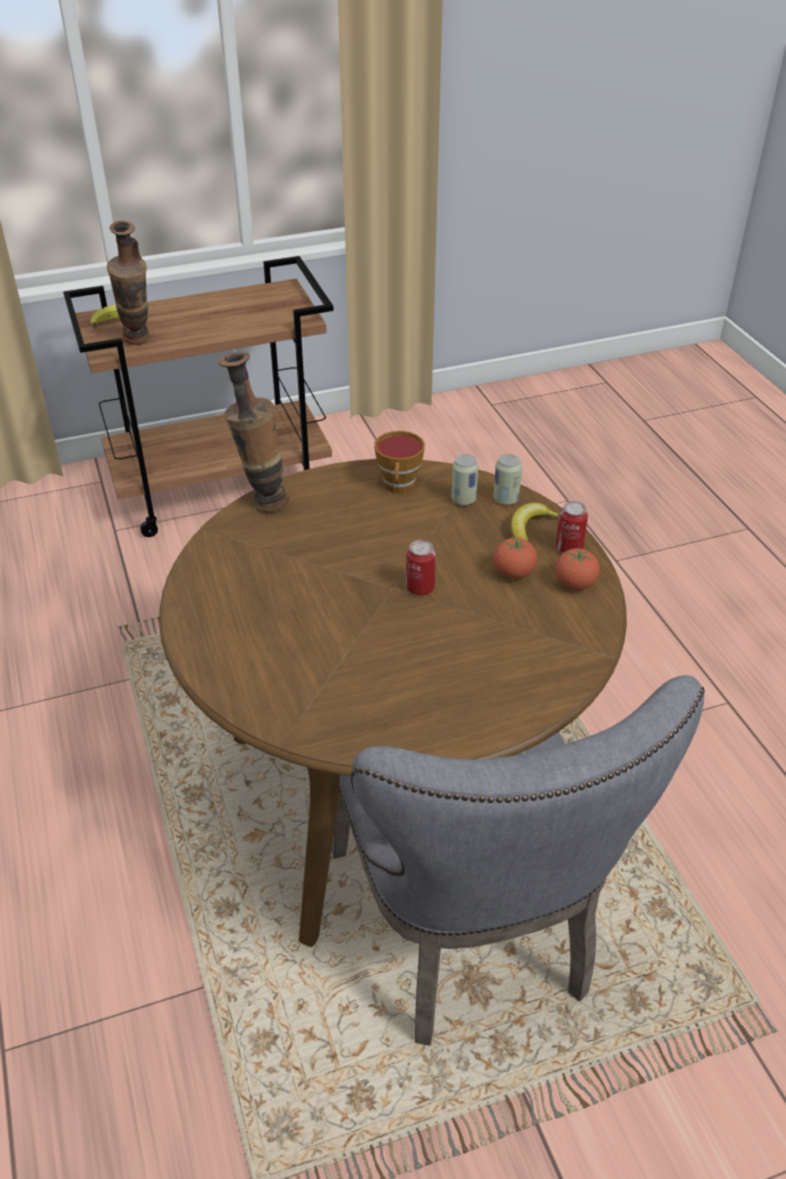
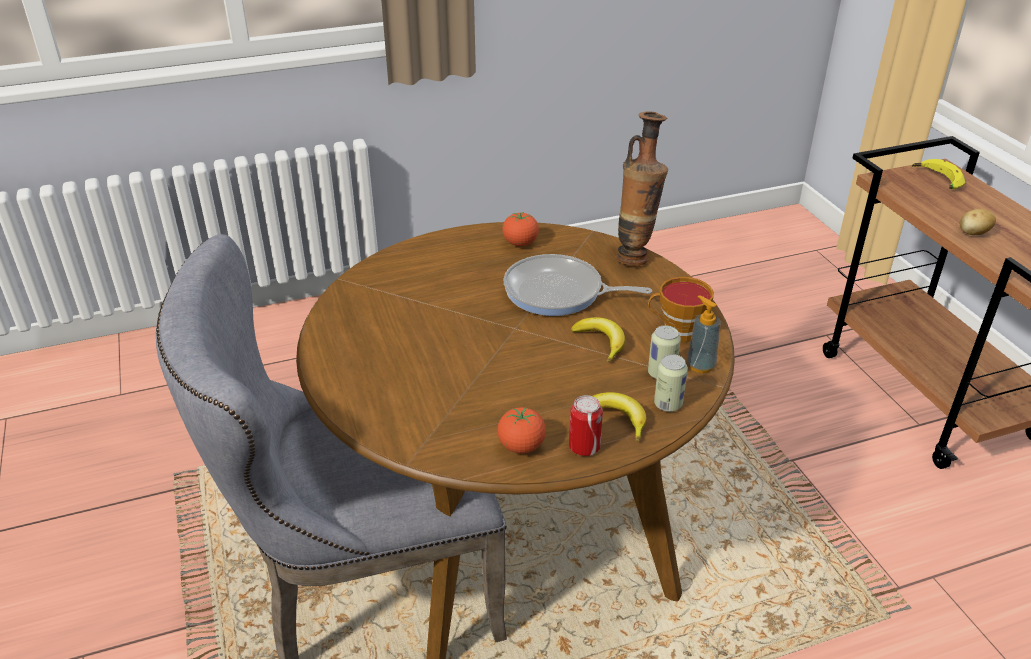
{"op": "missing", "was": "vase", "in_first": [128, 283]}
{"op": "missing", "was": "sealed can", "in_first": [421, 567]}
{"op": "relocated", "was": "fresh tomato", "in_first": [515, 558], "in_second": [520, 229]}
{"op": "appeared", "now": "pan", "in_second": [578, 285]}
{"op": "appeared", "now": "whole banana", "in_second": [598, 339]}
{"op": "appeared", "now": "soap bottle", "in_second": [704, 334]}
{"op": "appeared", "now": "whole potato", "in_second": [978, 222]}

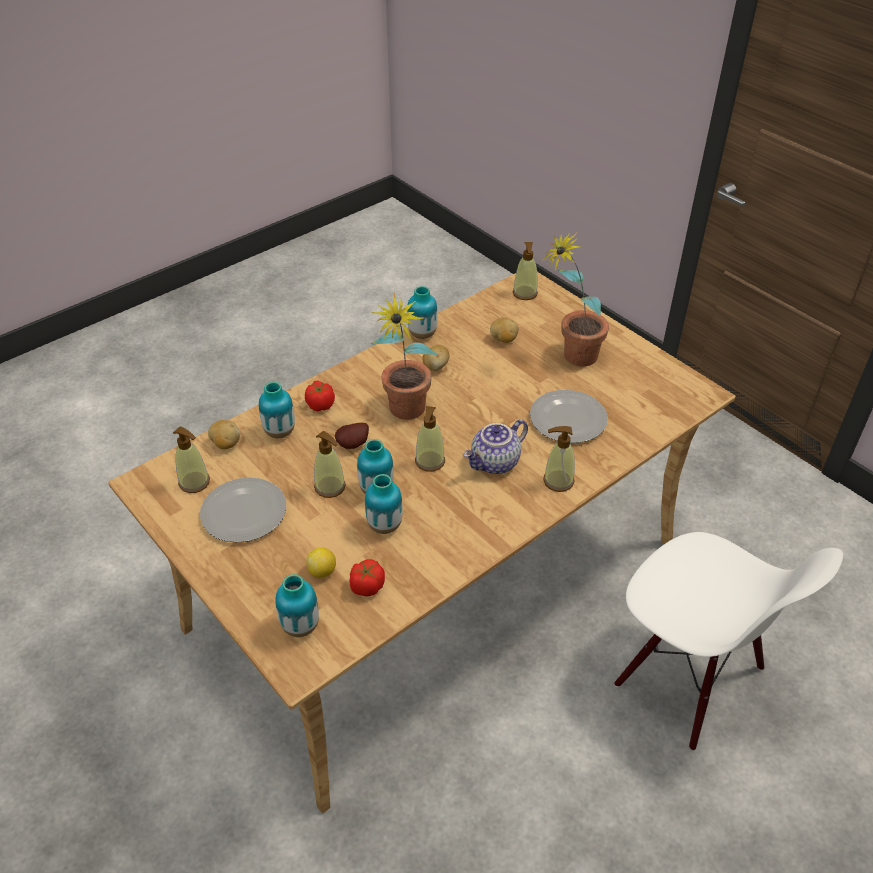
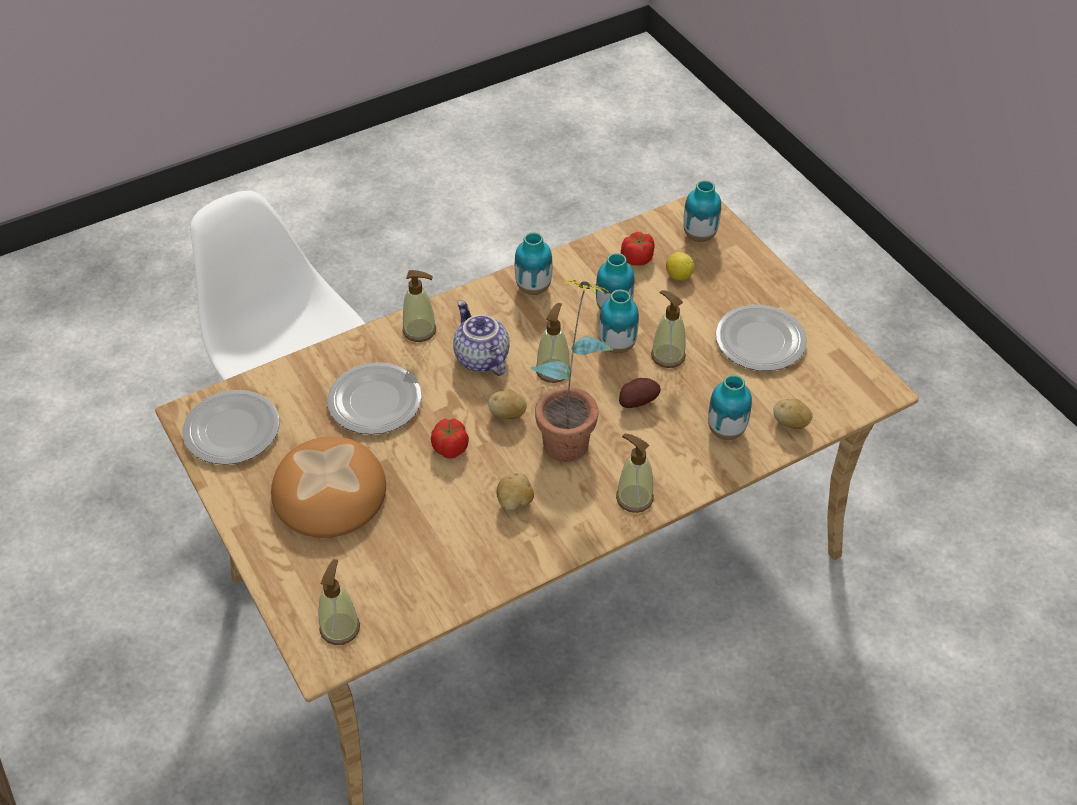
{"op": "relocated", "was": "soap bottle", "in_first": [191, 460], "in_second": [635, 473]}
{"op": "relocated", "was": "fresh tomato", "in_first": [320, 396], "in_second": [450, 439]}
{"op": "relocated", "was": "vase", "in_first": [422, 312], "in_second": [533, 263]}
{"op": "spun", "was": "tea pot", "in_first": [496, 446], "in_second": [481, 338], "clockwise": -90}
{"op": "relocated", "was": "whole potato", "in_first": [504, 330], "in_second": [507, 404]}
{"op": "exchanged", "was": "houseplant", "now": "baked bread", "in_first": [576, 299], "in_second": [328, 487]}
{"op": "appeared", "now": "flat dish", "in_second": [231, 427]}

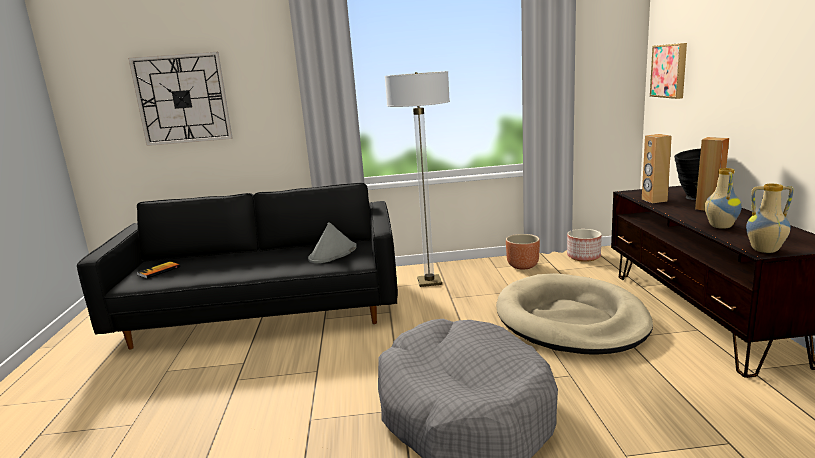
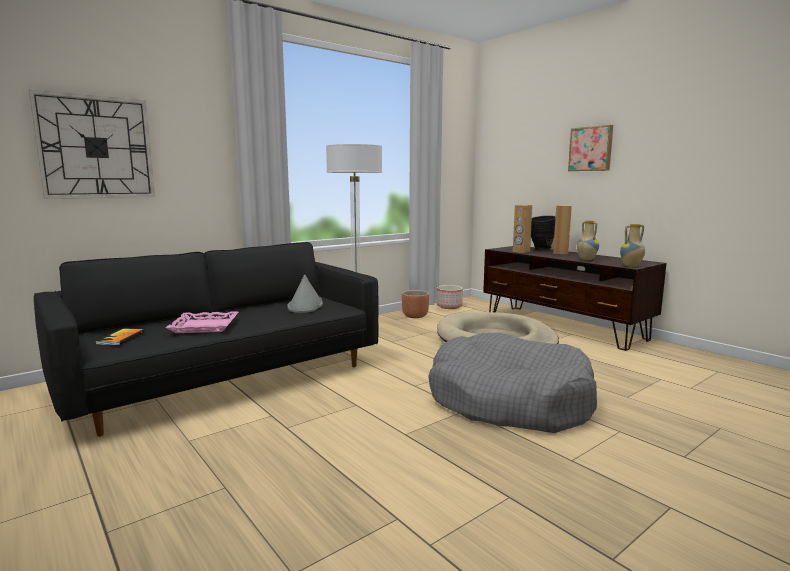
{"op": "relocated", "was": "picture", "in_first": [668, 71], "in_second": [590, 148]}
{"op": "appeared", "now": "pink serving tray", "in_second": [202, 322]}

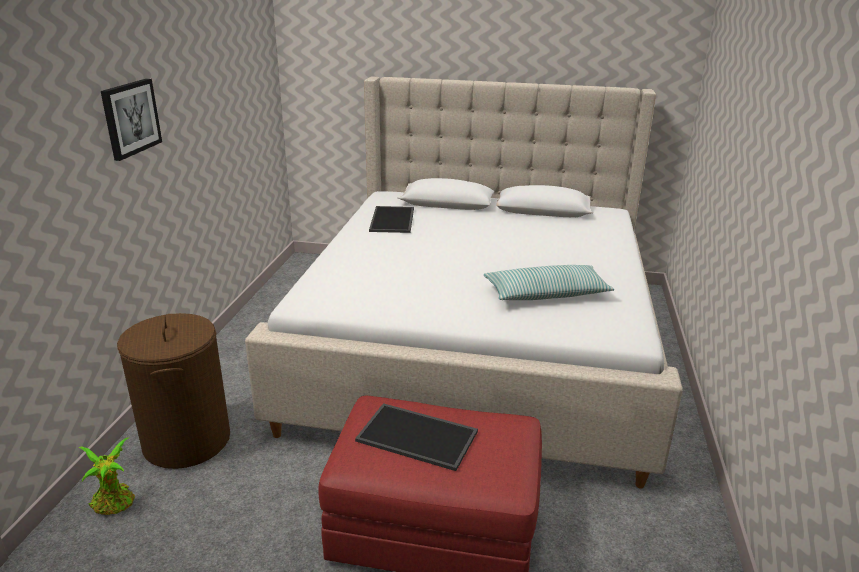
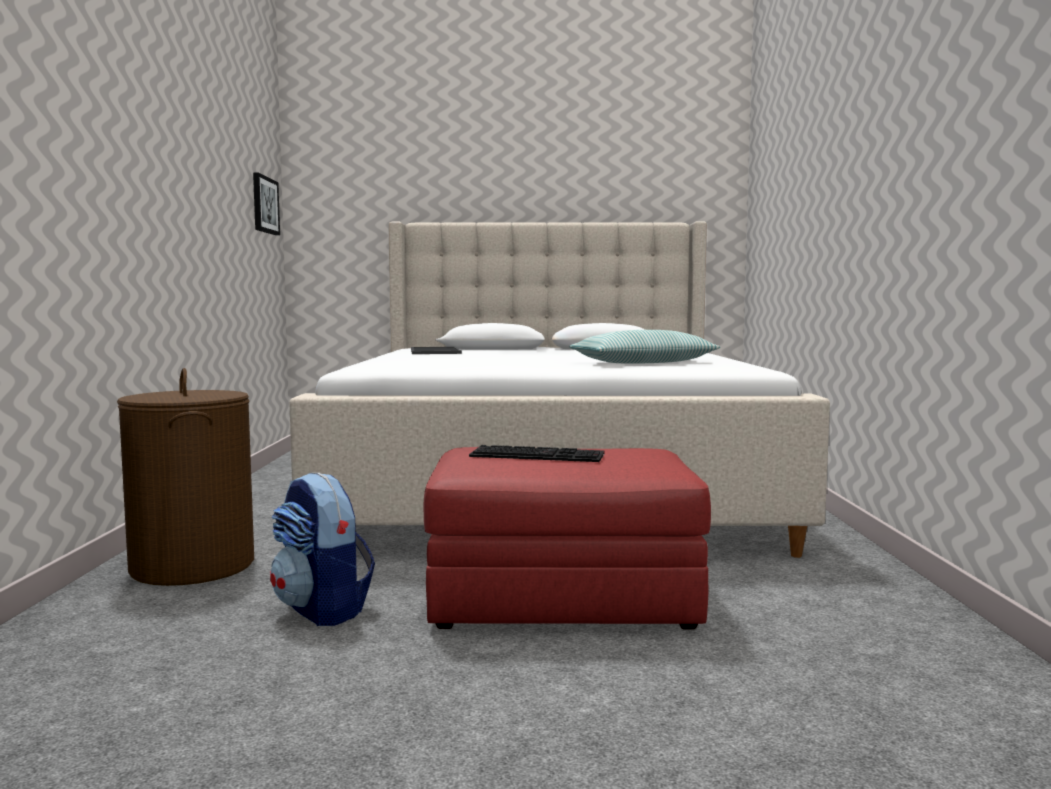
{"op": "missing", "was": "houseplant", "in_first": [107, 476]}
{"op": "relocated", "was": "picture", "in_first": [131, 119], "in_second": [266, 204]}
{"op": "exchanged", "was": "serving tray", "now": "PC keyboard", "in_first": [416, 437], "in_second": [537, 453]}
{"op": "appeared", "now": "knapsack", "in_second": [322, 549]}

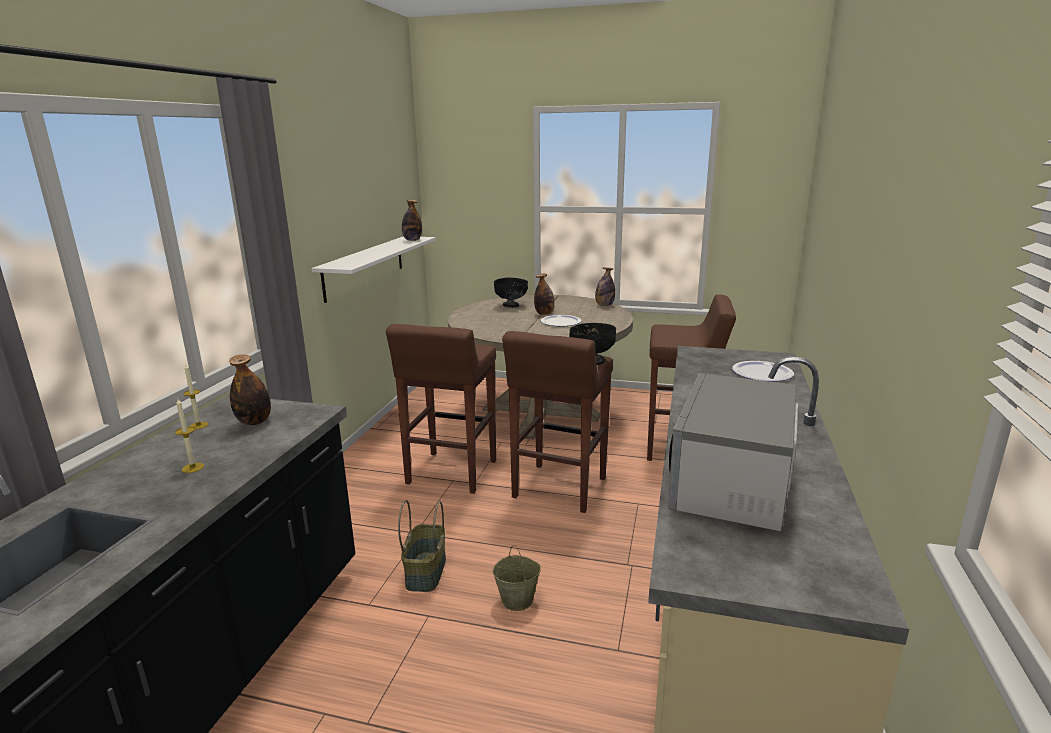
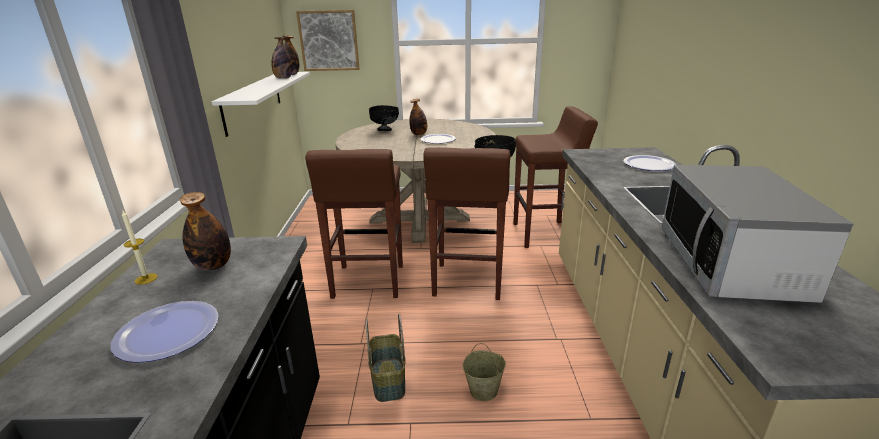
{"op": "exchanged", "was": "wax light", "now": "flat dish", "in_first": [189, 436], "in_second": [165, 332]}
{"op": "relocated", "was": "drink bottle", "in_first": [605, 286], "in_second": [282, 58]}
{"op": "appeared", "now": "picture", "in_second": [327, 40]}

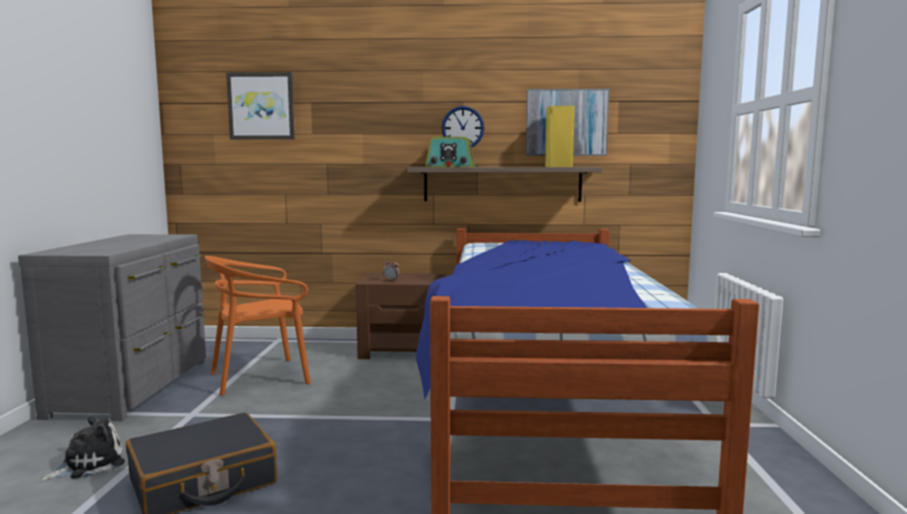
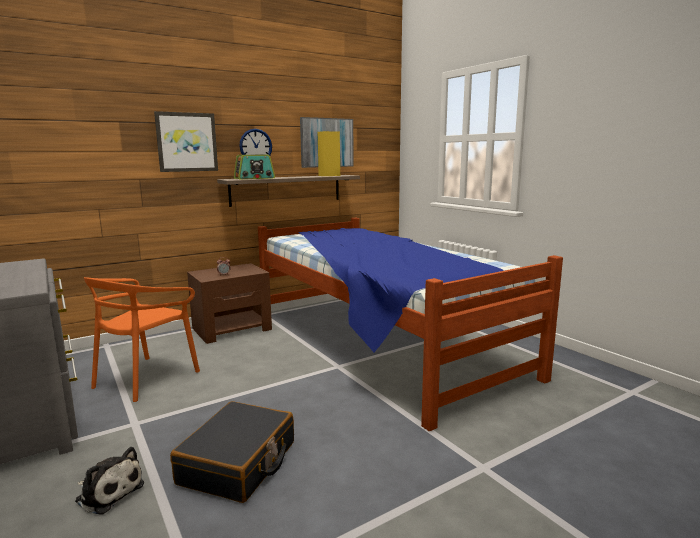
{"op": "spun", "was": "soft toy", "in_first": [82, 448], "in_second": [109, 481], "clockwise": 105}
{"op": "relocated", "was": "picture", "in_first": [260, 106], "in_second": [186, 141]}

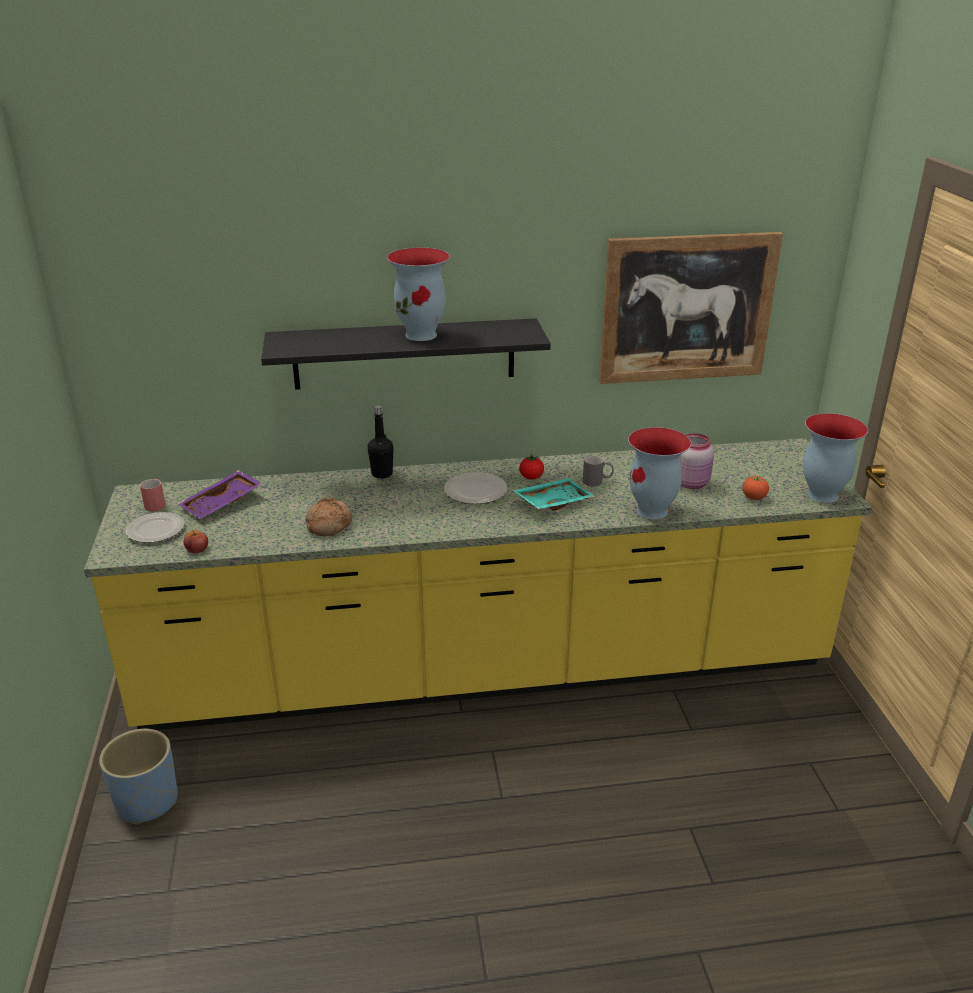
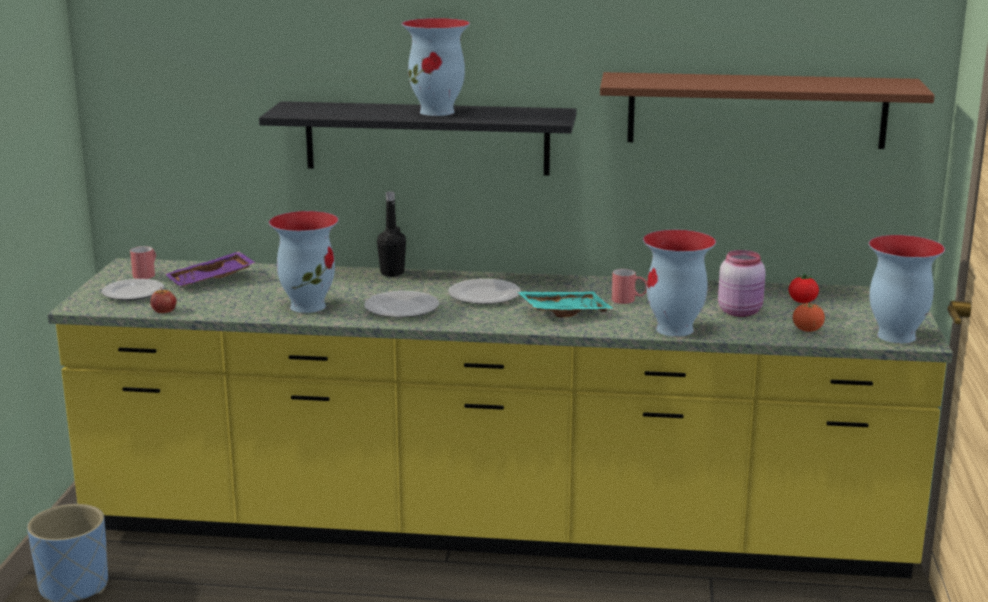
{"op": "exchanged", "was": "baked bread", "now": "vase", "in_first": [328, 517], "in_second": [304, 262]}
{"op": "relocated", "was": "fresh tomato", "in_first": [531, 467], "in_second": [804, 288]}
{"op": "colour", "was": "greyish coffee mug", "now": "reddish coffee mug", "in_first": [598, 470], "in_second": [629, 286]}
{"op": "exchanged", "was": "picture", "now": "brown bracket shelf", "in_first": [691, 308], "in_second": [767, 110]}
{"op": "appeared", "now": "flat dish", "in_second": [401, 304]}

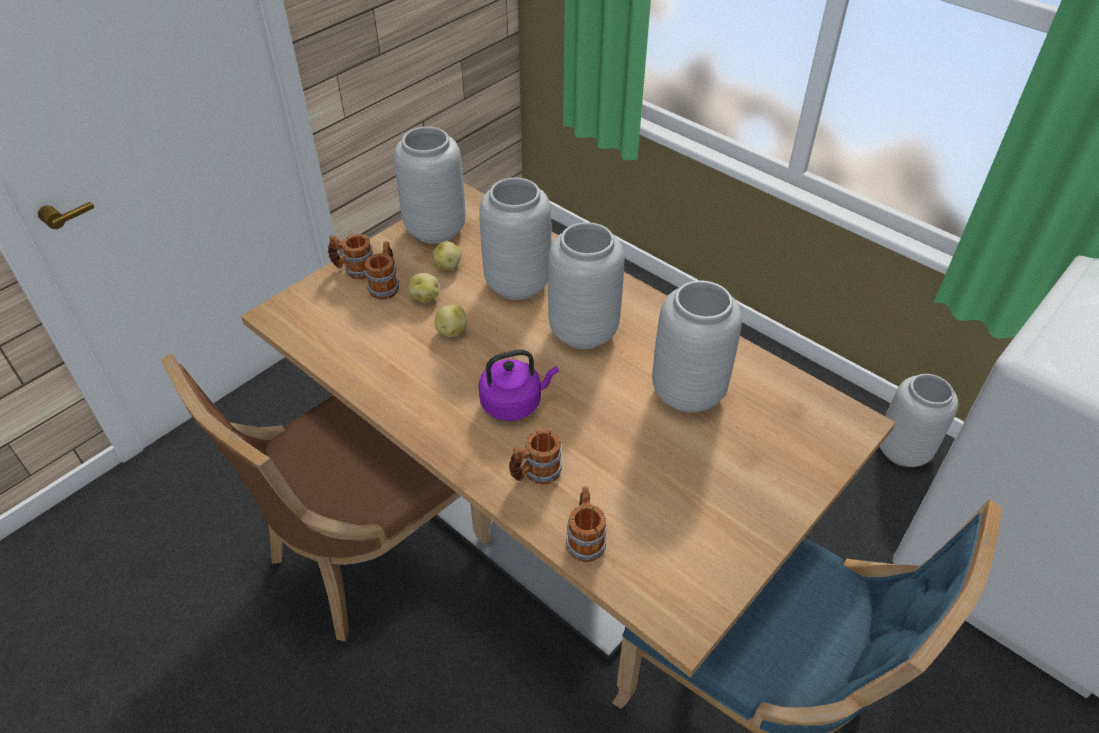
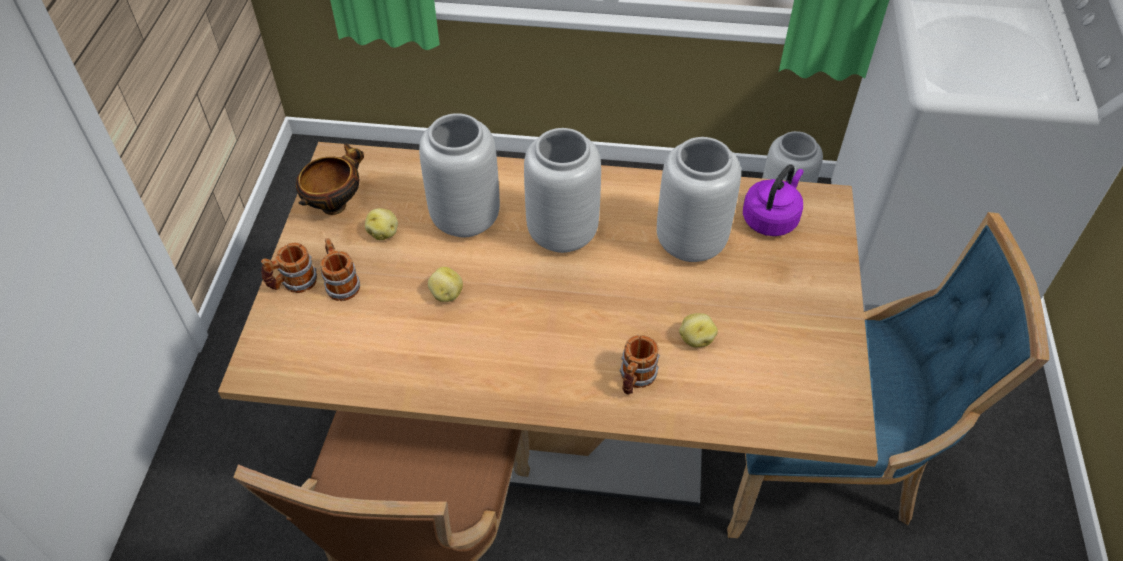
{"op": "exchanged", "was": "greyish vase", "now": "bowl", "in_first": [430, 185], "in_second": [330, 179]}
{"op": "relocated", "was": "whole potato", "in_first": [423, 288], "in_second": [698, 330]}
{"op": "relocated", "was": "purplish water kettle", "in_first": [518, 385], "in_second": [773, 200]}
{"op": "missing", "was": "coffee mug", "in_first": [586, 524]}

